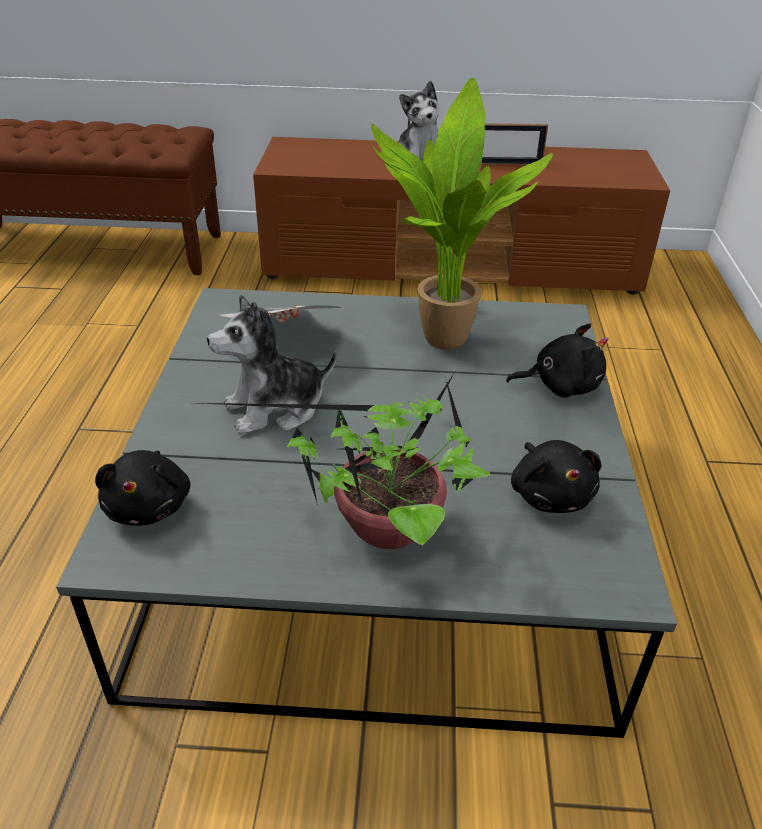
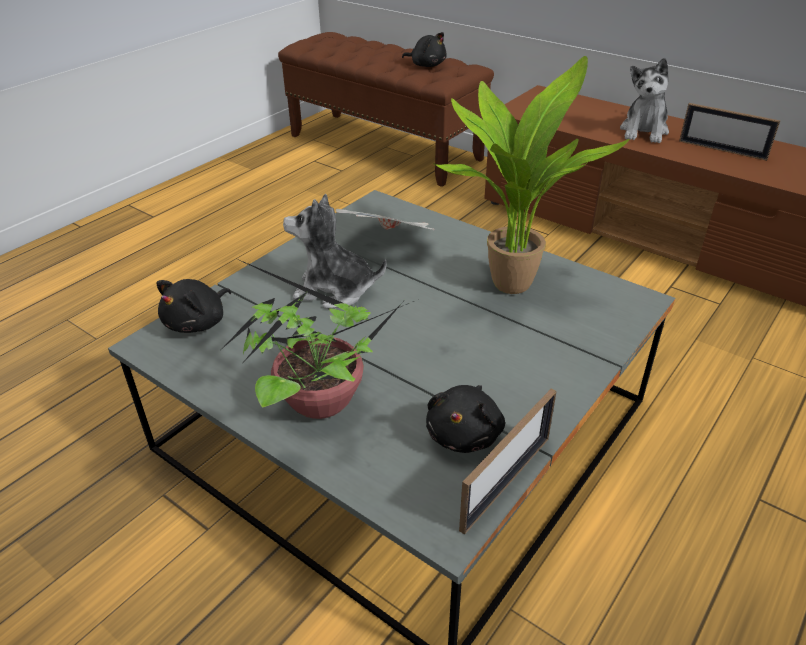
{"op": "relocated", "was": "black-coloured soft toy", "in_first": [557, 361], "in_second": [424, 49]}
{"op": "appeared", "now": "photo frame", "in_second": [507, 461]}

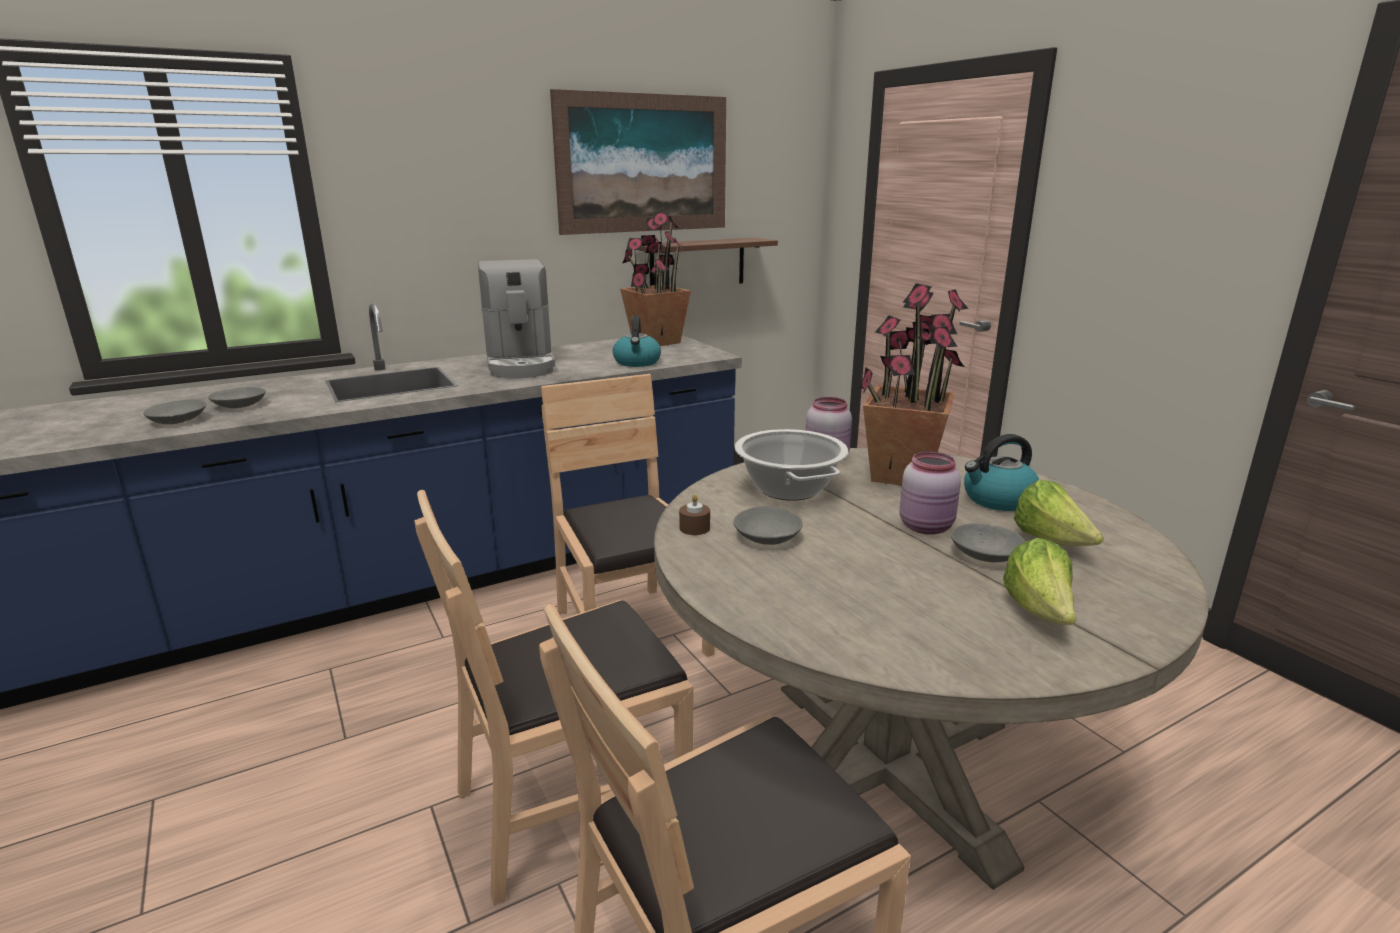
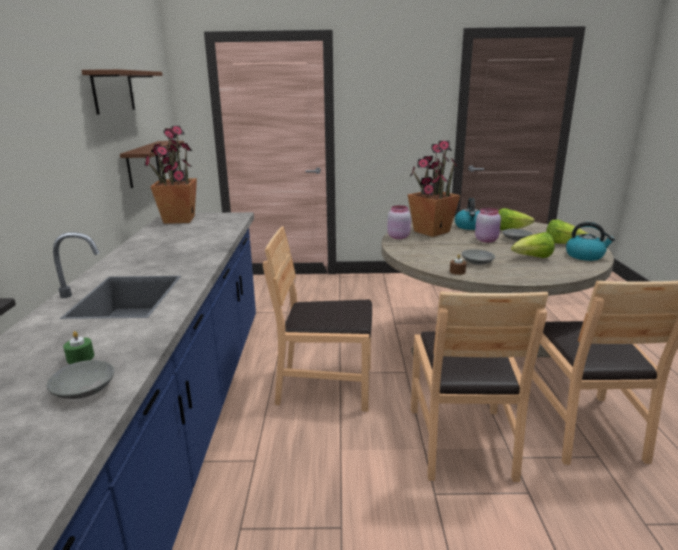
{"op": "exchanged", "was": "greyish bowl", "now": "greenish wax light", "in_first": [237, 397], "in_second": [78, 347]}
{"op": "missing", "was": "coffee maker", "in_first": [516, 319]}
{"op": "exchanged", "was": "picture", "now": "brown bracket shelf", "in_first": [638, 162], "in_second": [122, 91]}
{"op": "relocated", "was": "water kettle", "in_first": [637, 341], "in_second": [590, 241]}
{"op": "missing", "was": "stockpot", "in_first": [791, 465]}
{"op": "appeared", "now": "lettuce", "in_second": [533, 245]}

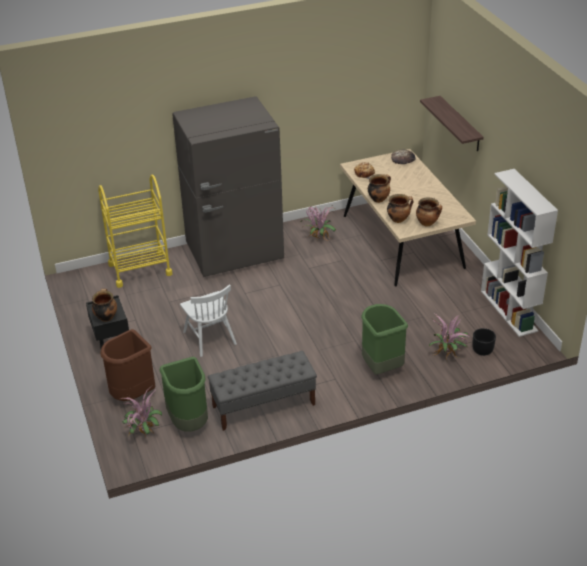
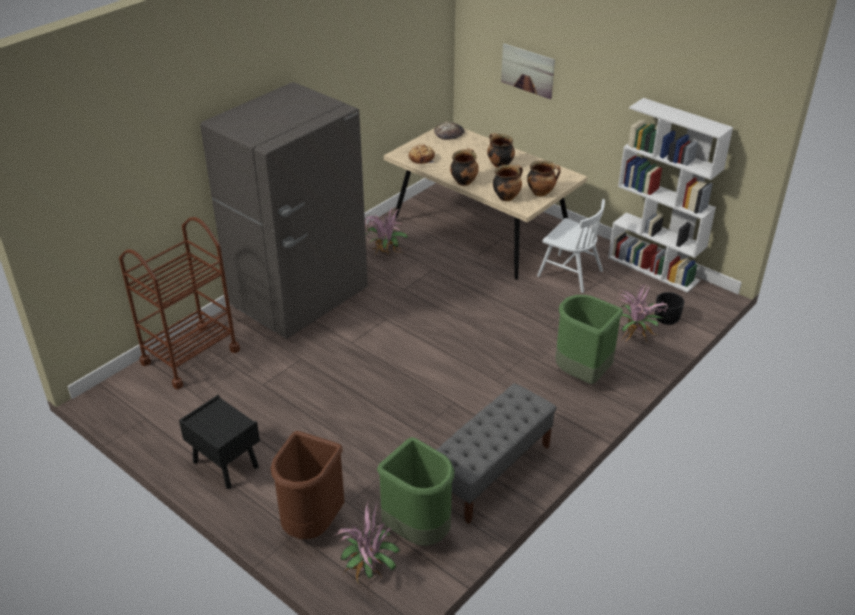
{"op": "relocated", "was": "stockpot", "in_first": [104, 305], "in_second": [501, 150]}
{"op": "colour", "was": "yellowish cart", "now": "brown cart", "in_first": [135, 231], "in_second": [179, 303]}
{"op": "relocated", "was": "whitish plain chair", "in_first": [208, 320], "in_second": [571, 246]}
{"op": "exchanged", "was": "bracket shelf", "now": "picture", "in_first": [452, 123], "in_second": [528, 71]}

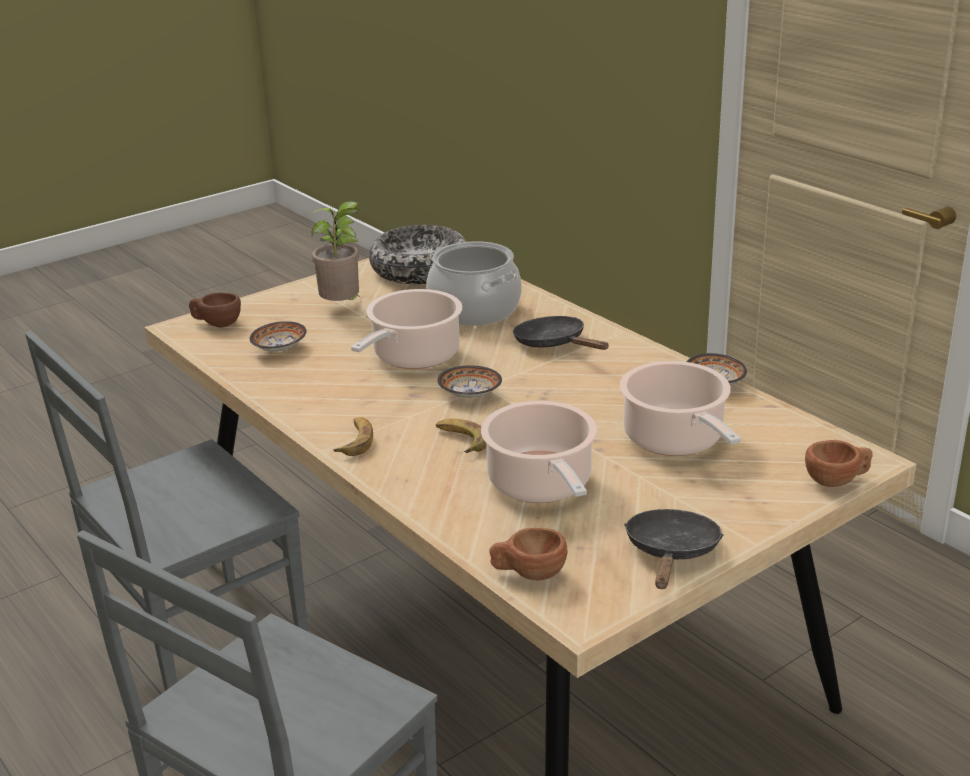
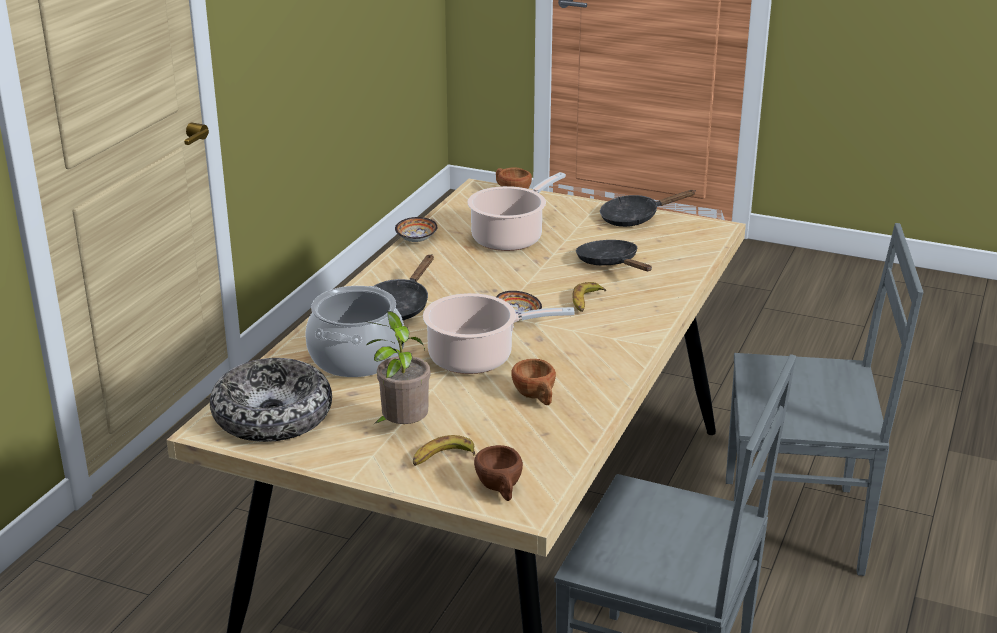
{"op": "missing", "was": "bowl", "in_first": [278, 336]}
{"op": "relocated", "was": "whole banana", "in_first": [353, 436], "in_second": [444, 450]}
{"op": "exchanged", "was": "stockpot", "now": "black-coloured pan", "in_first": [539, 452], "in_second": [614, 255]}
{"op": "relocated", "was": "brown small cup", "in_first": [528, 554], "in_second": [533, 382]}

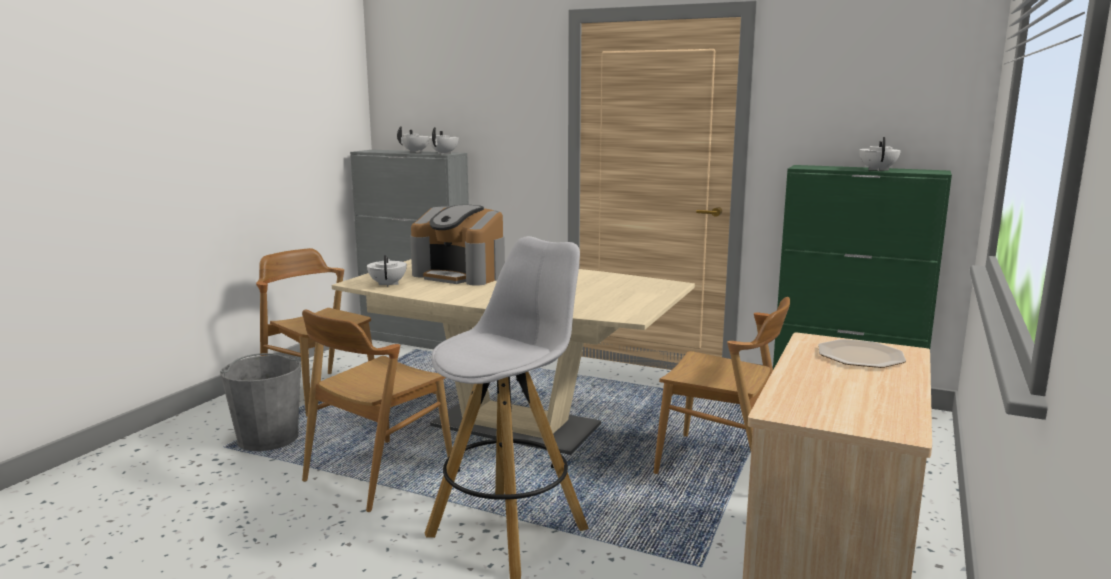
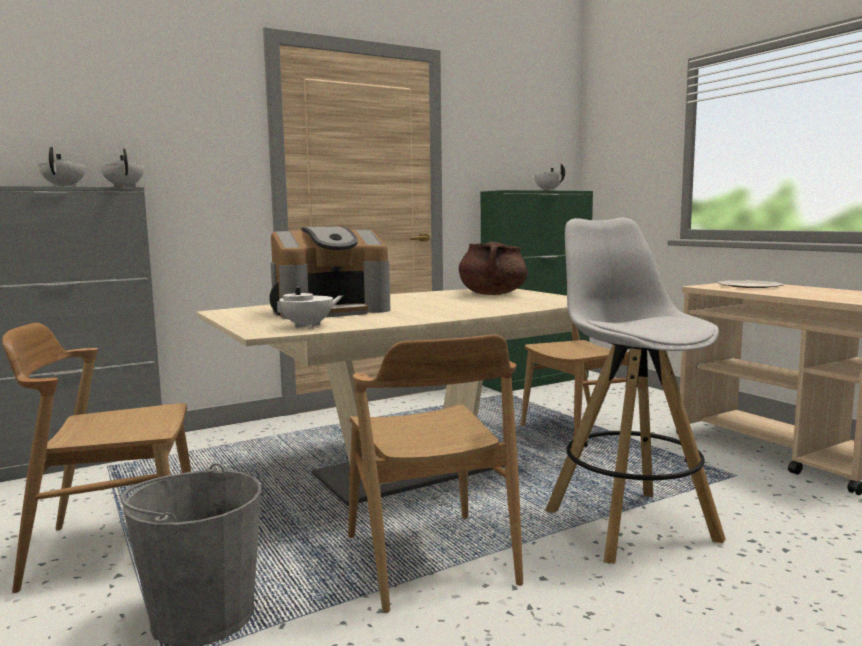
{"op": "spun", "was": "whitish tea pot", "in_first": [387, 271], "in_second": [306, 304], "clockwise": 120}
{"op": "appeared", "now": "brown stockpot", "in_second": [493, 268]}

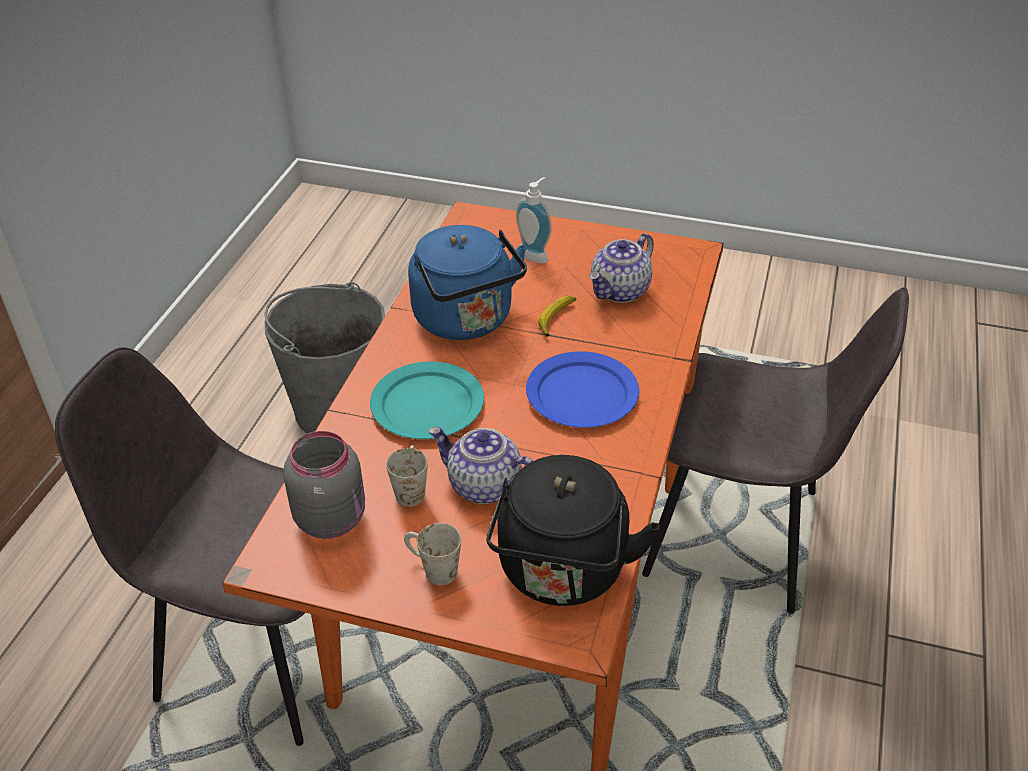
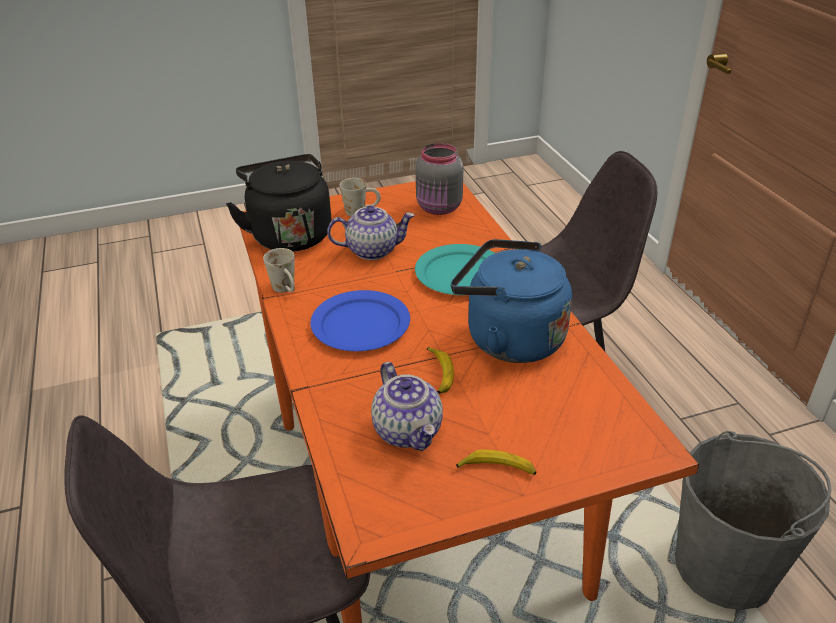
{"op": "relocated", "was": "whitish coffee mug", "in_first": [407, 476], "in_second": [279, 270]}
{"op": "missing", "was": "soap bottle", "in_first": [534, 220]}
{"op": "spun", "was": "tea pot", "in_first": [621, 268], "in_second": [407, 406], "clockwise": 150}
{"op": "appeared", "now": "whole banana", "in_second": [496, 462]}

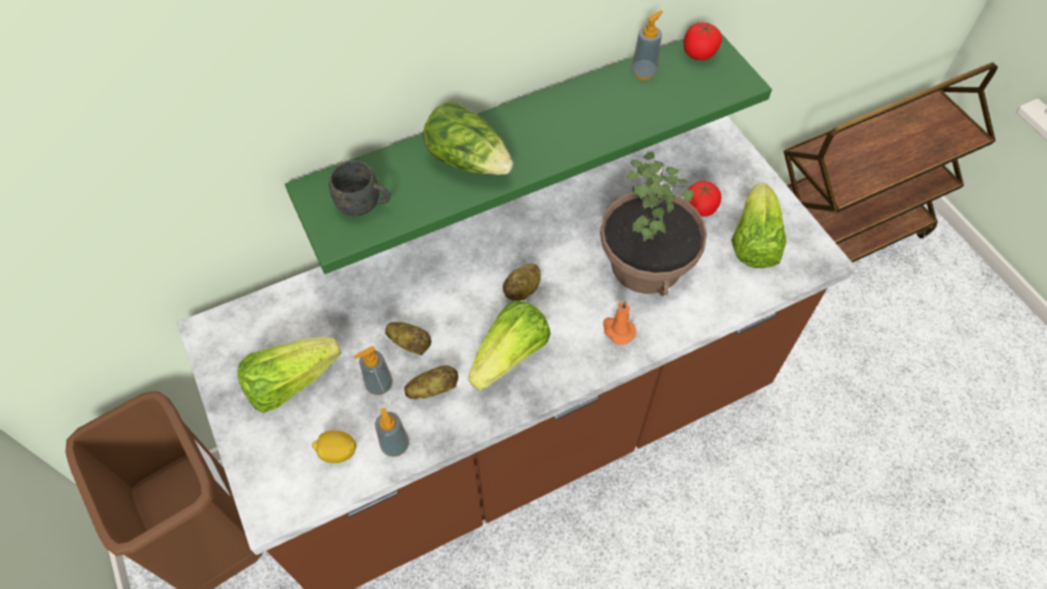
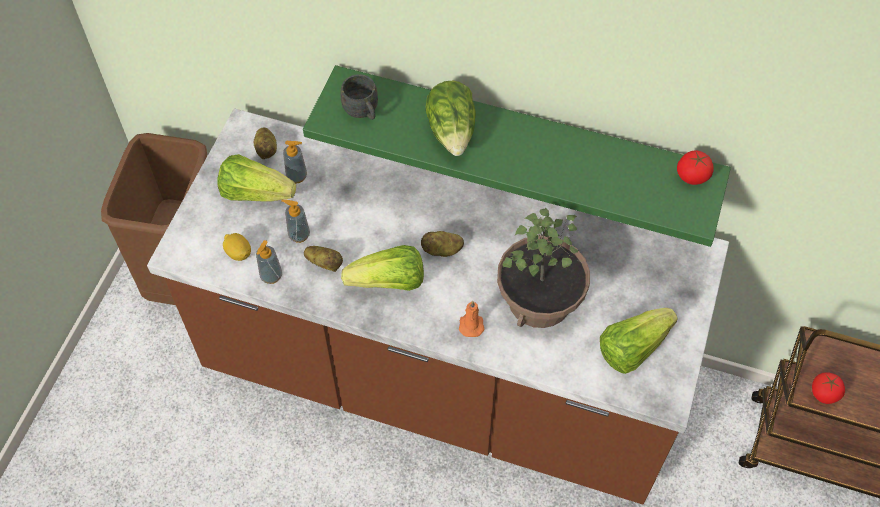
{"op": "relocated", "was": "whole potato", "in_first": [408, 338], "in_second": [265, 143]}
{"op": "relocated", "was": "soap bottle", "in_first": [647, 45], "in_second": [295, 162]}
{"op": "relocated", "was": "fresh tomato", "in_first": [703, 199], "in_second": [828, 388]}

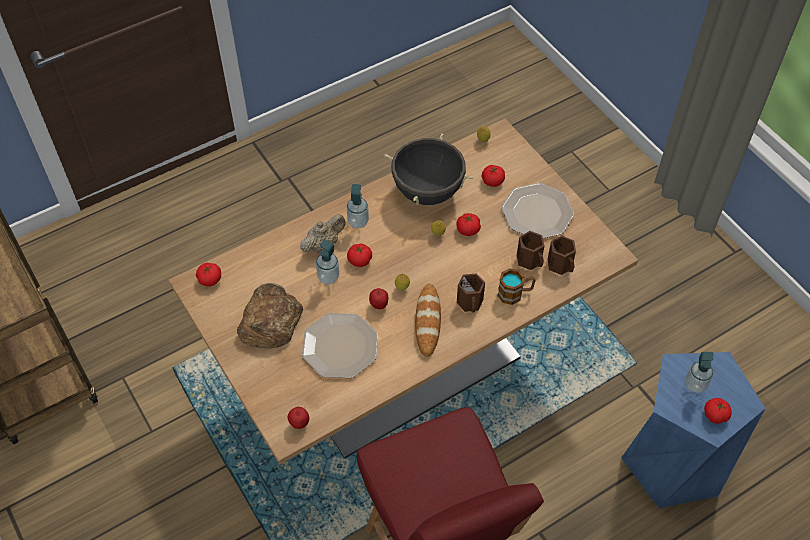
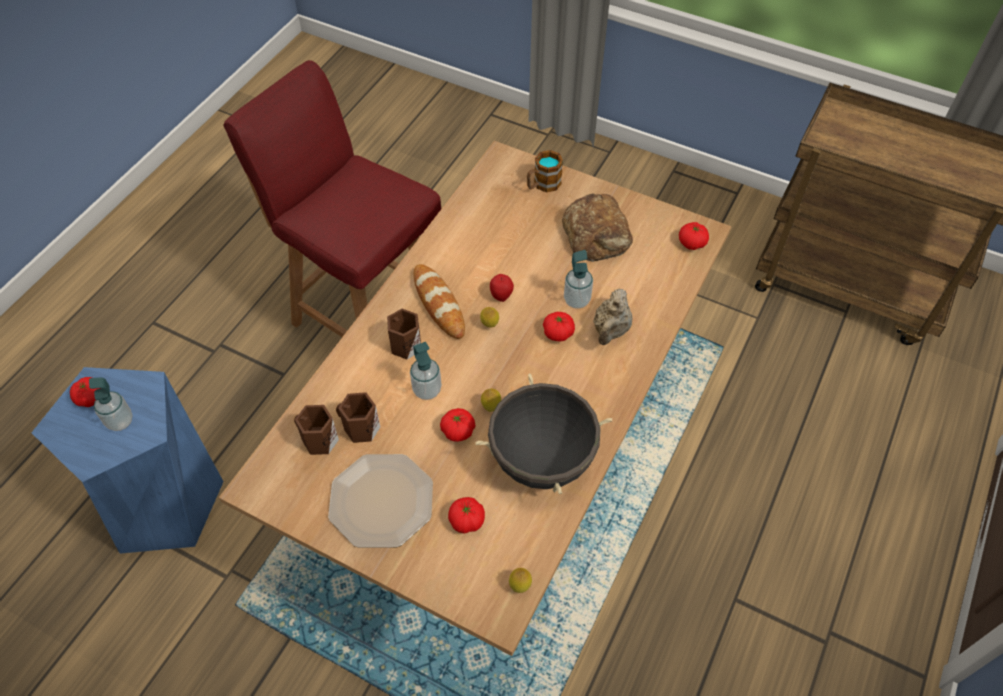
{"op": "missing", "was": "whole apple", "in_first": [298, 418]}
{"op": "missing", "was": "flat dish", "in_first": [340, 345]}
{"op": "relocated", "was": "soap bottle", "in_first": [357, 206], "in_second": [426, 371]}
{"op": "relocated", "was": "coffee mug", "in_first": [516, 286], "in_second": [545, 171]}

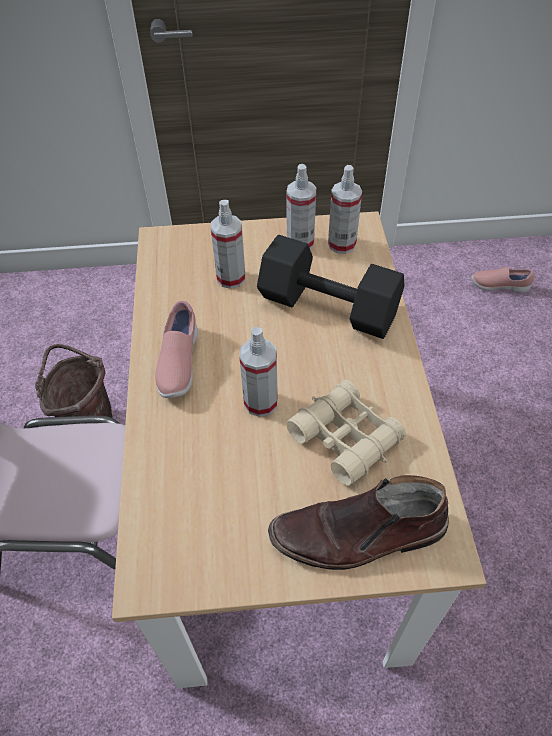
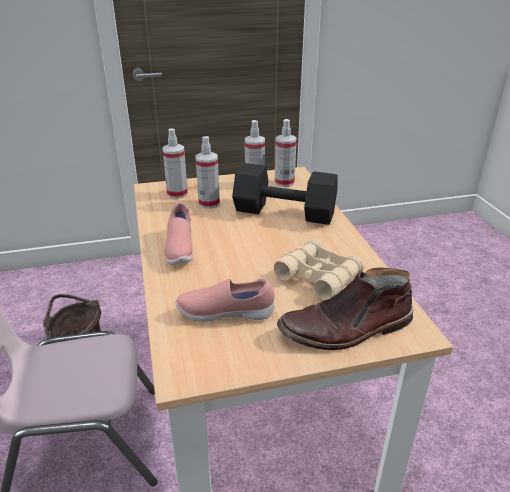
{"op": "relocated", "was": "hand sprayer", "in_first": [258, 372], "in_second": [175, 164]}
{"op": "relocated", "was": "pink item of footwear", "in_first": [503, 280], "in_second": [225, 300]}

